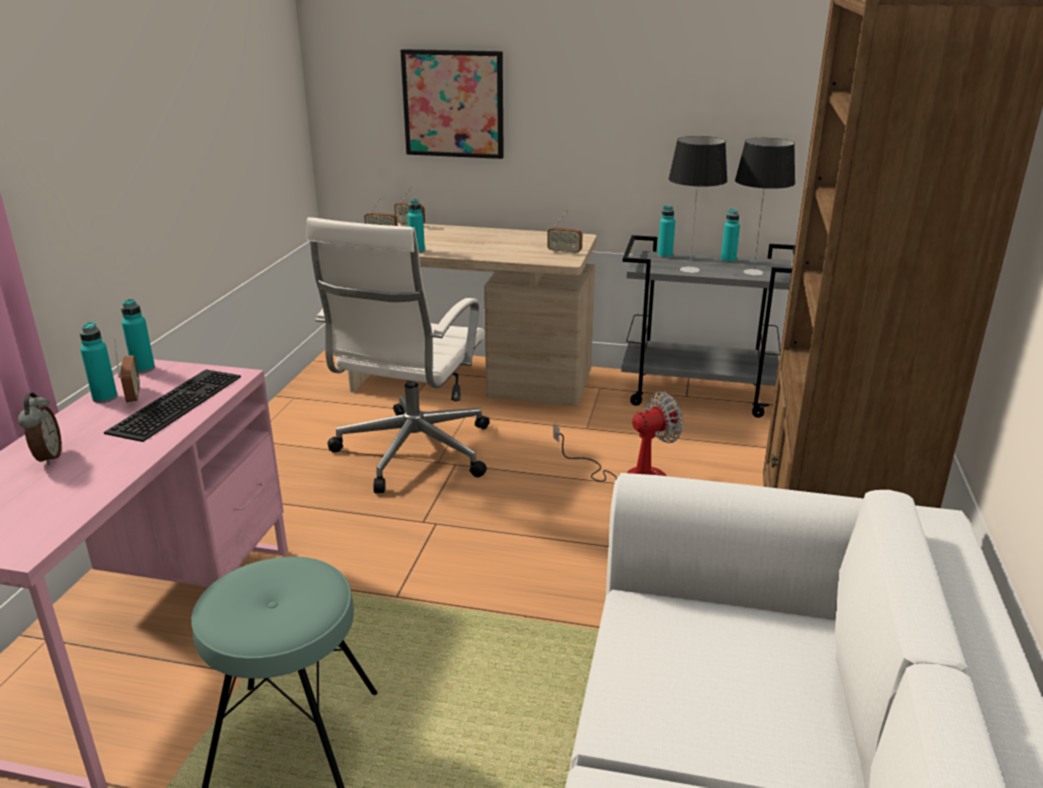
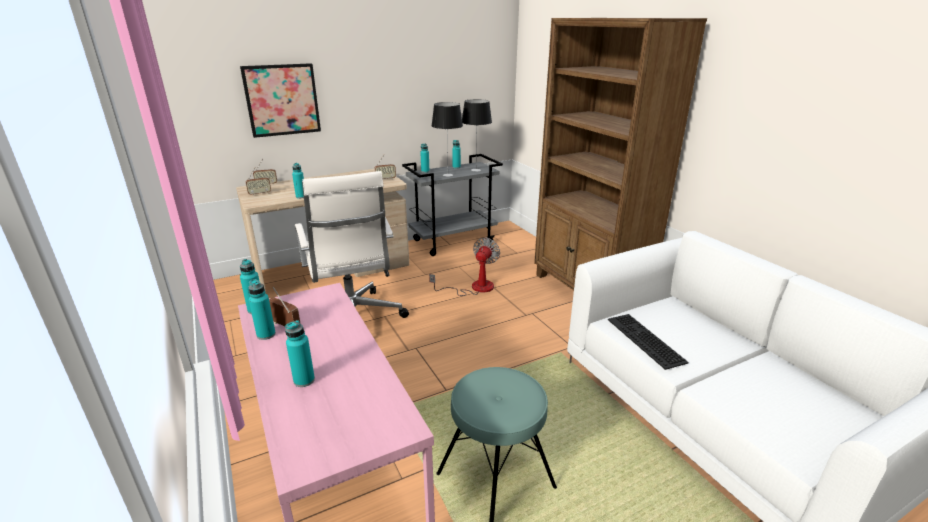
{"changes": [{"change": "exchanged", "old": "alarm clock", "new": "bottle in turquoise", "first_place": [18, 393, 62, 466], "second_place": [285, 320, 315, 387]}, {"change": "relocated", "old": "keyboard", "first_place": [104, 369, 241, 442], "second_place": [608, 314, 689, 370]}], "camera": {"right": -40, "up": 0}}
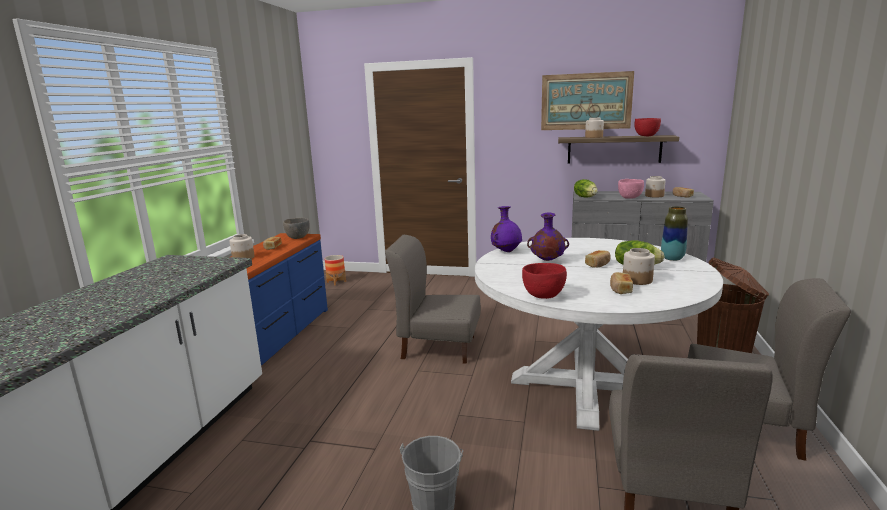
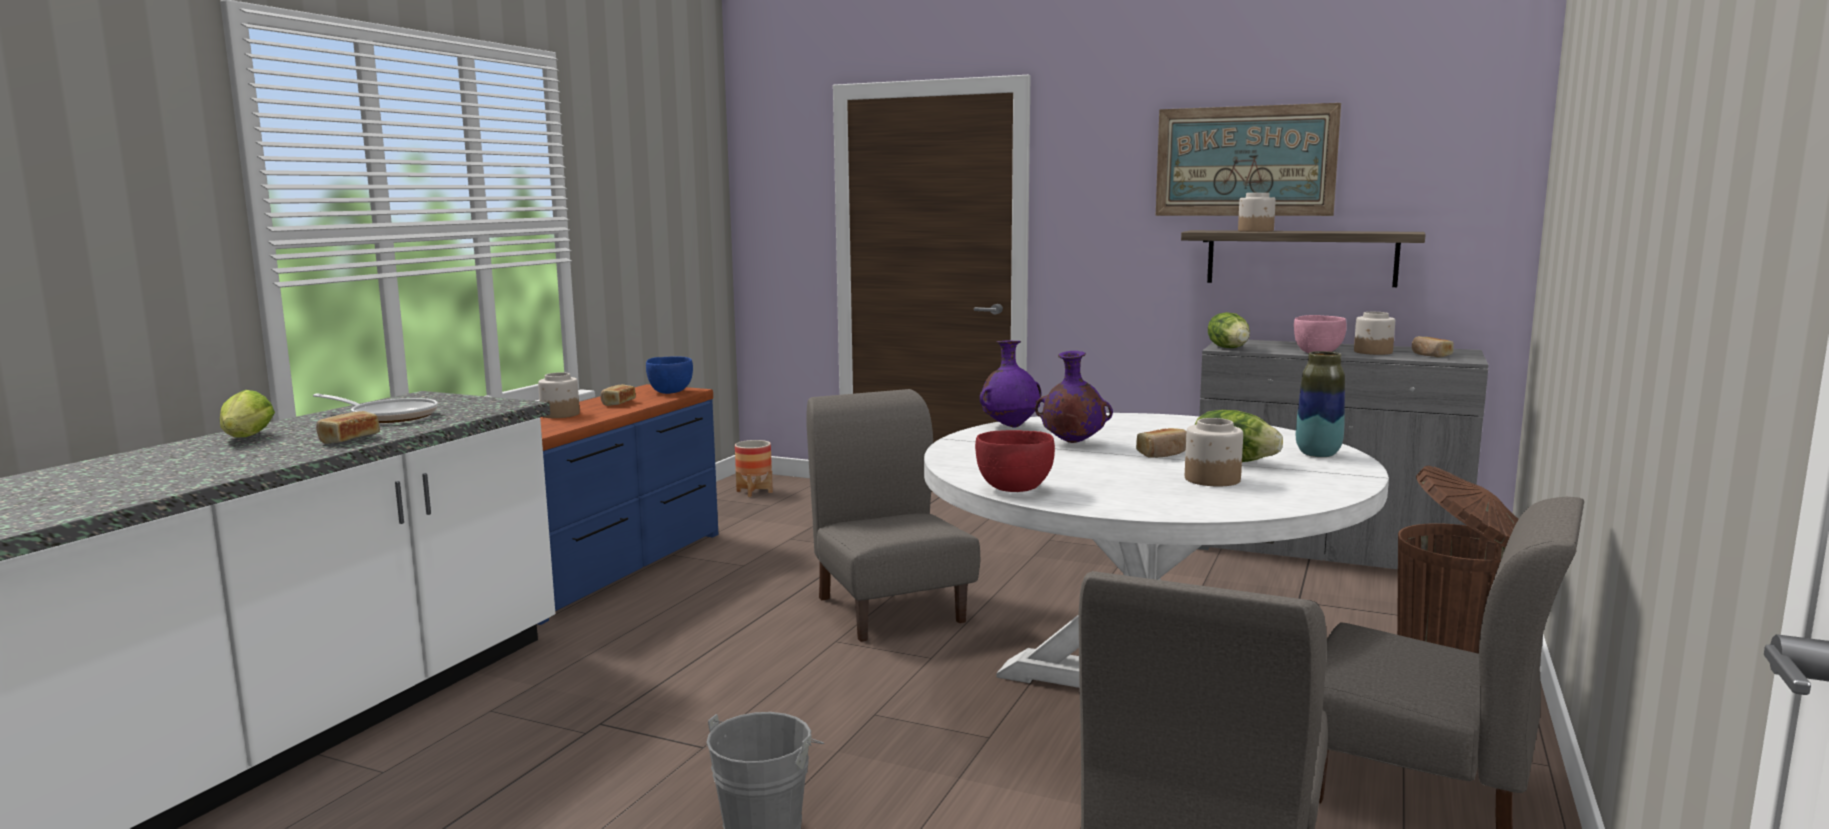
{"changes": [{"change": "colour", "old": "bowl in grey", "new": "bowl in blue", "first_place": [283, 218, 310, 239], "second_place": [646, 357, 693, 394]}, {"change": "spun", "old": "chair in grey", "first_place": [385, 235, 481, 364], "second_place": [807, 389, 981, 642], "degrees": 45}, {"change": "relocated", "old": "bread", "first_place": [610, 272, 633, 294], "second_place": [316, 411, 380, 444]}, {"change": "missing", "old": "bowl in red", "first_place": [634, 118, 661, 136]}, {"change": "appeared", "new": "lettuce", "second_place": [220, 390, 275, 437]}, {"change": "appeared", "new": "frying pan", "second_place": [313, 393, 438, 423]}], "camera": {"right": 10, "up": -5}}
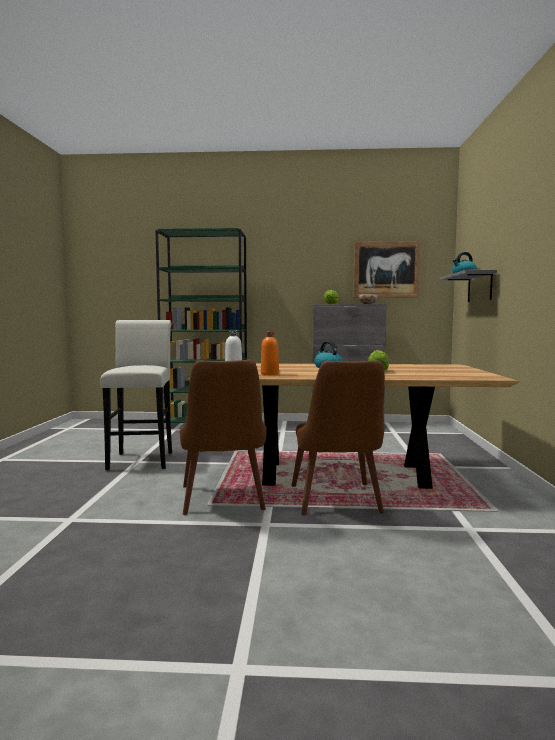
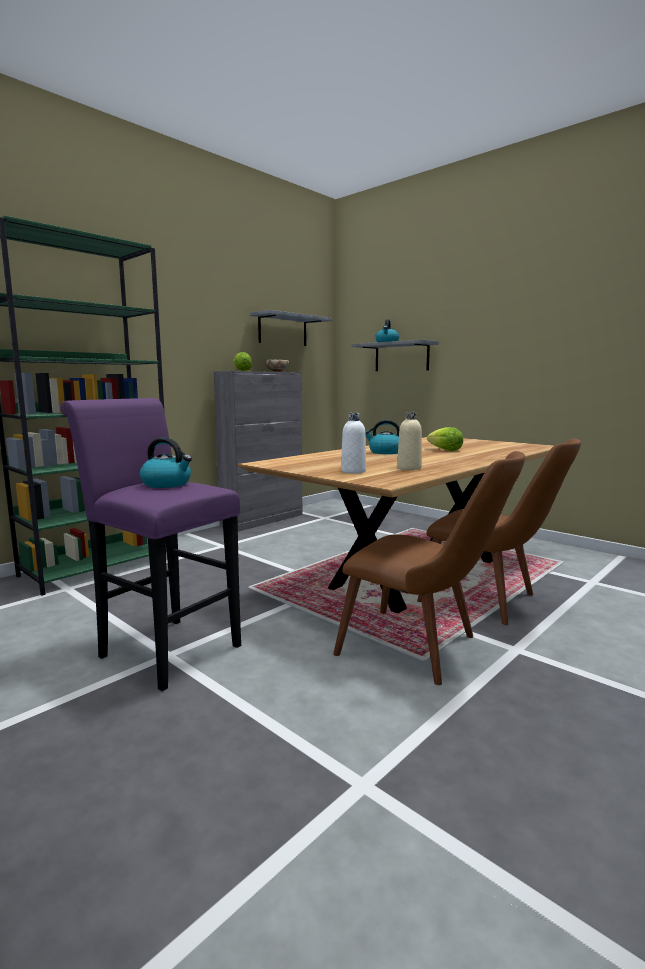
{"changes": [{"change": "colour", "old": "stool in white", "new": "stool in purple", "first_place": [100, 320, 172, 470], "second_place": [60, 398, 241, 691]}, {"change": "colour", "old": "bottle in orange", "new": "bottle in beige", "first_place": [261, 331, 279, 375], "second_place": [397, 412, 422, 470]}, {"change": "exchanged", "old": "picture", "new": "shelf in grey", "first_place": [353, 241, 421, 298], "second_place": [250, 310, 332, 346]}, {"change": "appeared", "new": "kettle", "second_place": [140, 438, 192, 488]}], "camera": {"right": -50, "up": 5}}
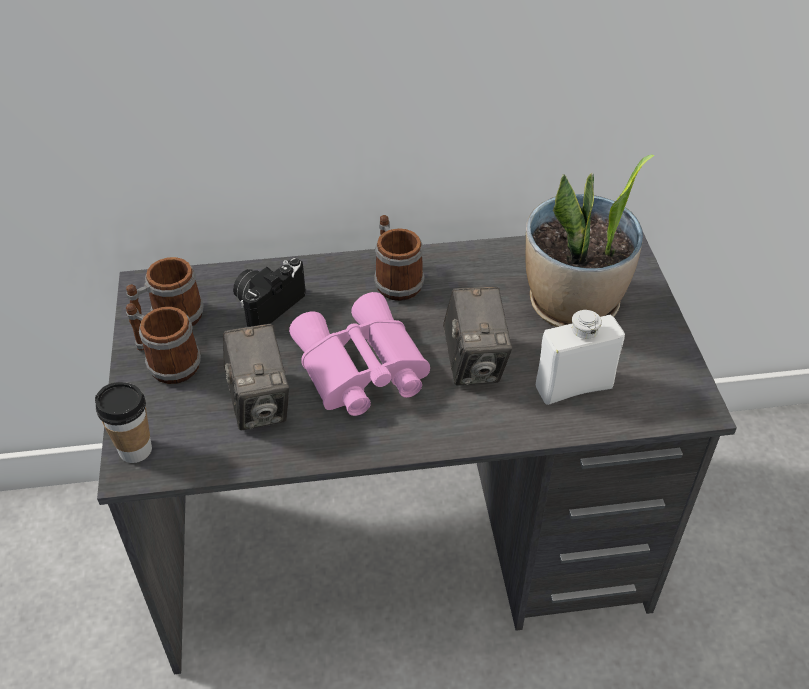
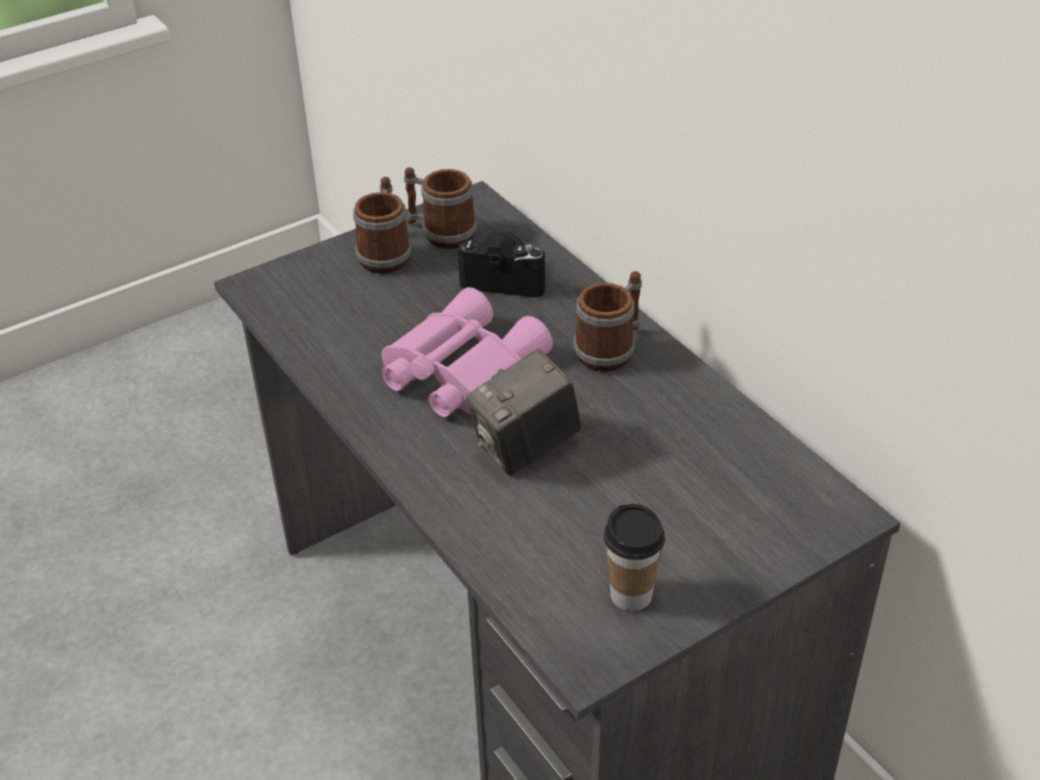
{"changes": [{"change": "relocated", "old": "cup", "first_place": [95, 382, 152, 463], "second_place": [604, 504, 665, 611]}, {"change": "missing", "old": "photo camera", "first_place": [223, 324, 289, 430]}, {"change": "missing", "old": "potted plant", "first_place": [525, 154, 655, 327]}, {"change": "missing", "old": "bottle in white", "first_place": [536, 310, 625, 405]}], "camera": {"right": 65, "up": -5}}
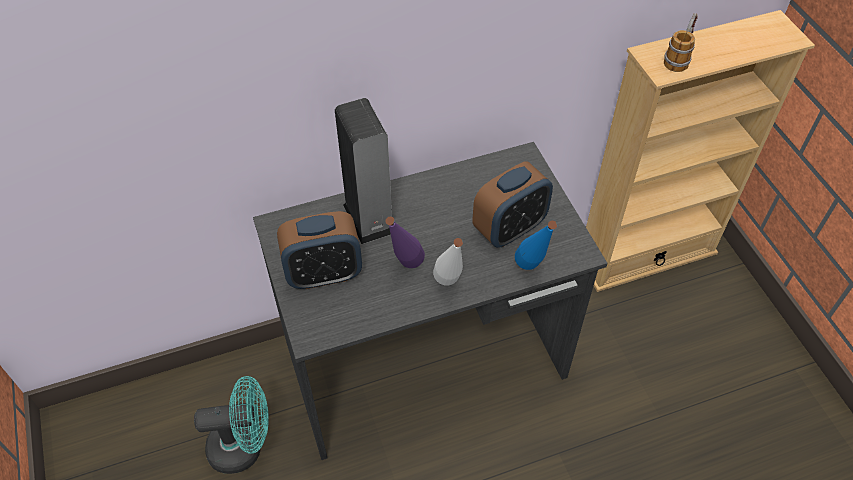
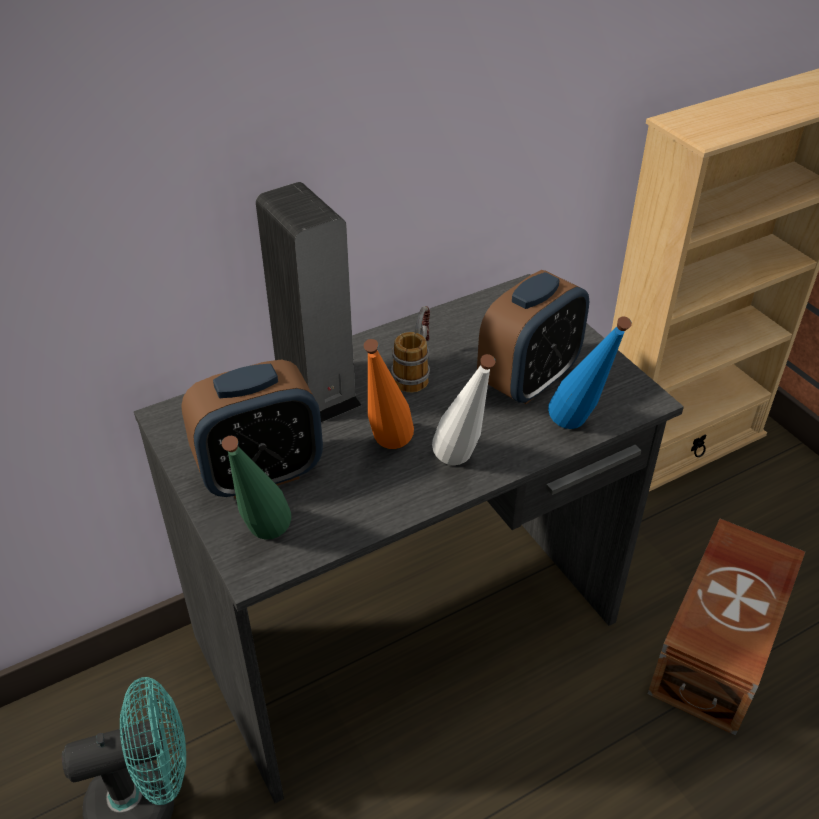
{"changes": [{"change": "colour", "old": "bottle in purple", "new": "bottle in orange", "first_place": [386, 217, 425, 268], "second_place": [364, 339, 414, 449]}, {"change": "relocated", "old": "mug", "first_place": [664, 13, 698, 72], "second_place": [391, 306, 430, 393]}, {"change": "appeared", "new": "bottle in green", "second_place": [222, 436, 291, 540]}, {"change": "appeared", "new": "storage box in brown", "second_place": [648, 519, 805, 736]}], "camera": {"right": -10, "up": -10}}
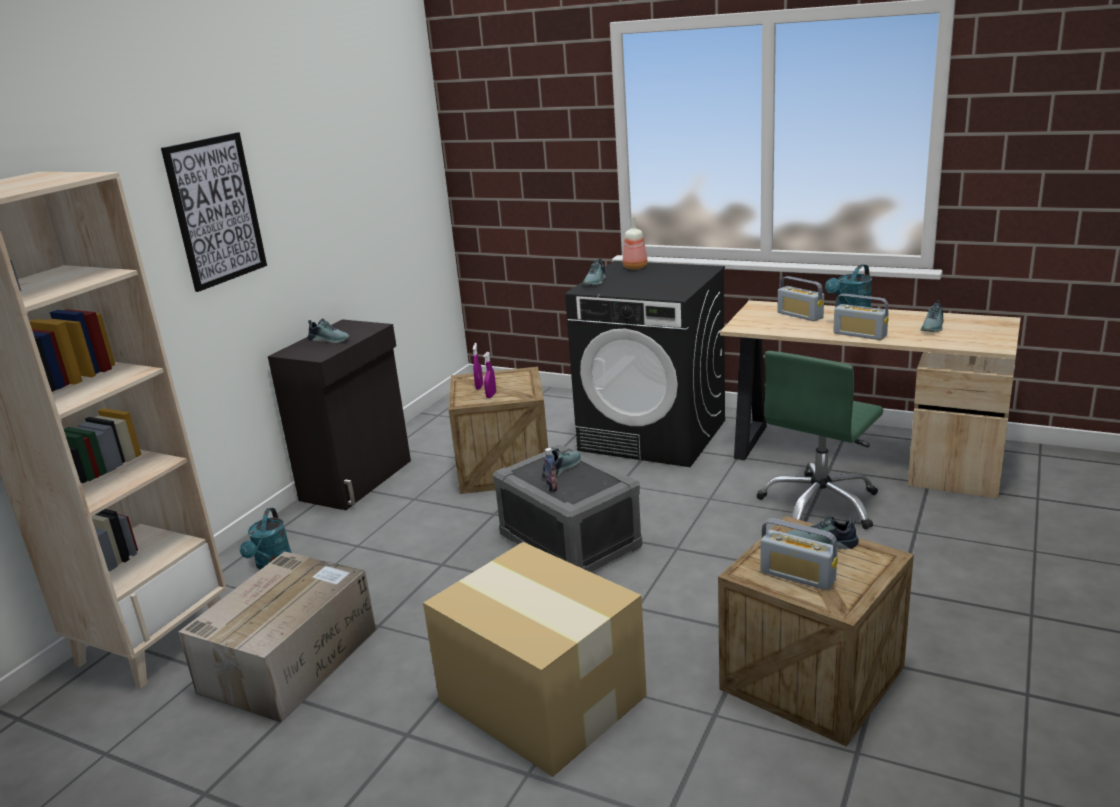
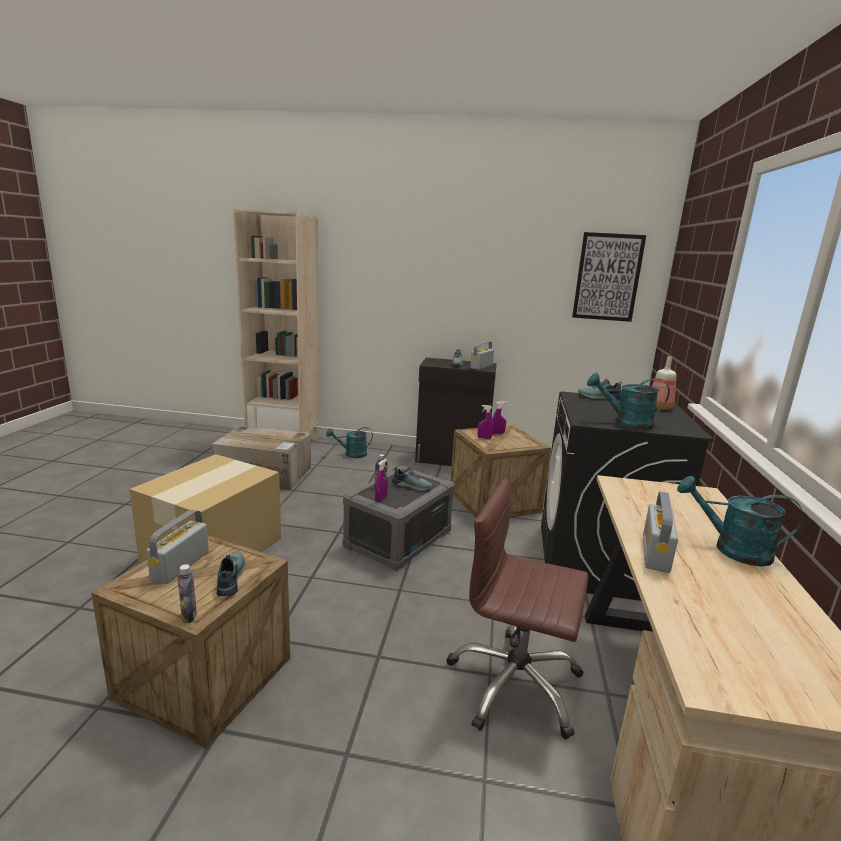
{"changes": [{"change": "relocated", "old": "picture", "first_place": [161, 132, 267, 292], "second_place": [572, 232, 646, 322]}, {"change": "colour", "old": "office chair in green", "new": "office chair in brown", "first_place": [757, 351, 883, 530], "second_place": [447, 479, 589, 739]}, {"change": "relocated", "old": "radio", "first_place": [778, 276, 824, 321], "second_place": [470, 341, 494, 370]}, {"change": "missing", "old": "shoe", "first_place": [920, 300, 944, 332]}, {"change": "appeared", "new": "bottle", "second_place": [178, 564, 197, 623]}, {"change": "appeared", "new": "spray bottle in purple", "second_place": [375, 459, 388, 502]}, {"change": "appeared", "new": "watering can in turquoise", "second_place": [587, 373, 670, 430]}], "camera": {"right": 70, "up": -5}}
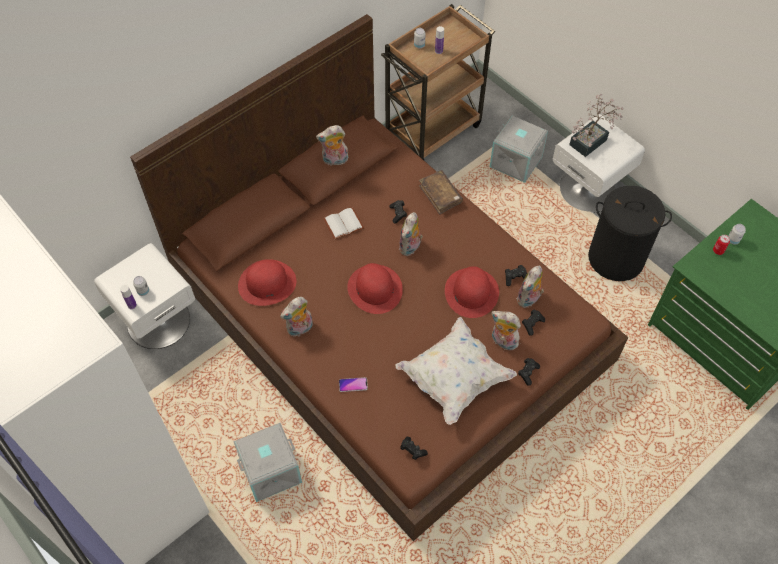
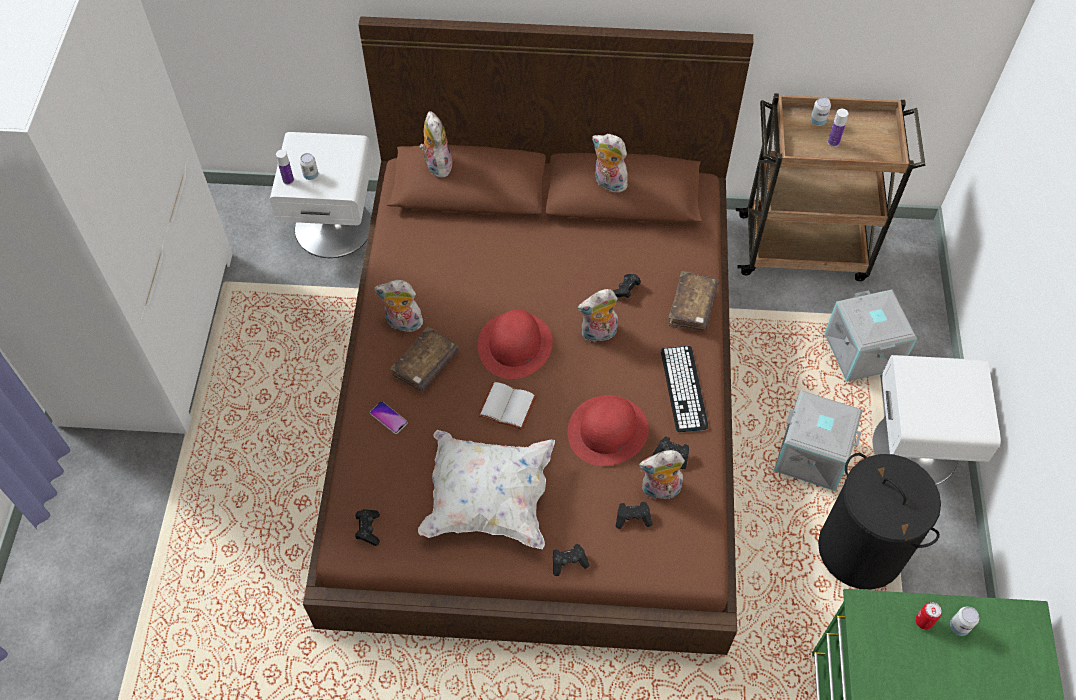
{"changes": [{"change": "relocated", "old": "storage box in grey", "first_place": [233, 423, 302, 502], "second_place": [774, 390, 863, 491]}, {"change": "missing", "old": "hat in red", "first_place": [238, 259, 296, 306]}, {"change": "relocated", "old": "book in white", "first_place": [323, 207, 364, 240], "second_place": [478, 381, 537, 430]}, {"change": "relocated", "old": "plush toy", "first_place": [492, 311, 521, 350], "second_place": [419, 111, 452, 178]}, {"change": "missing", "old": "potted plant", "first_place": [569, 94, 624, 157]}, {"change": "appeared", "new": "book in brown", "second_place": [390, 327, 459, 392]}, {"change": "appeared", "new": "keyboard", "second_place": [661, 346, 708, 432]}], "camera": {"right": 45, "up": 0}}
